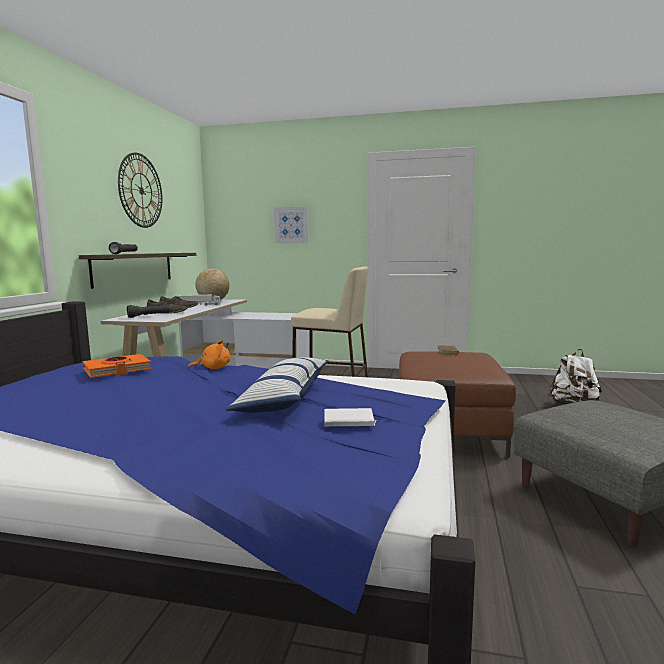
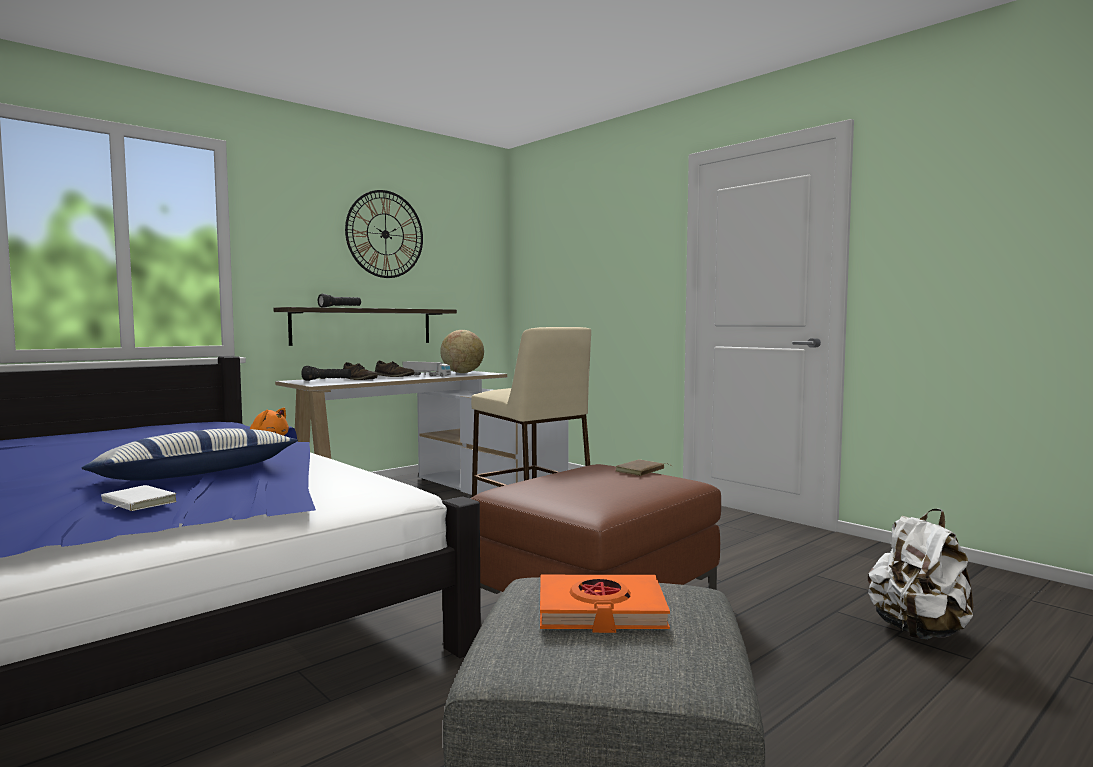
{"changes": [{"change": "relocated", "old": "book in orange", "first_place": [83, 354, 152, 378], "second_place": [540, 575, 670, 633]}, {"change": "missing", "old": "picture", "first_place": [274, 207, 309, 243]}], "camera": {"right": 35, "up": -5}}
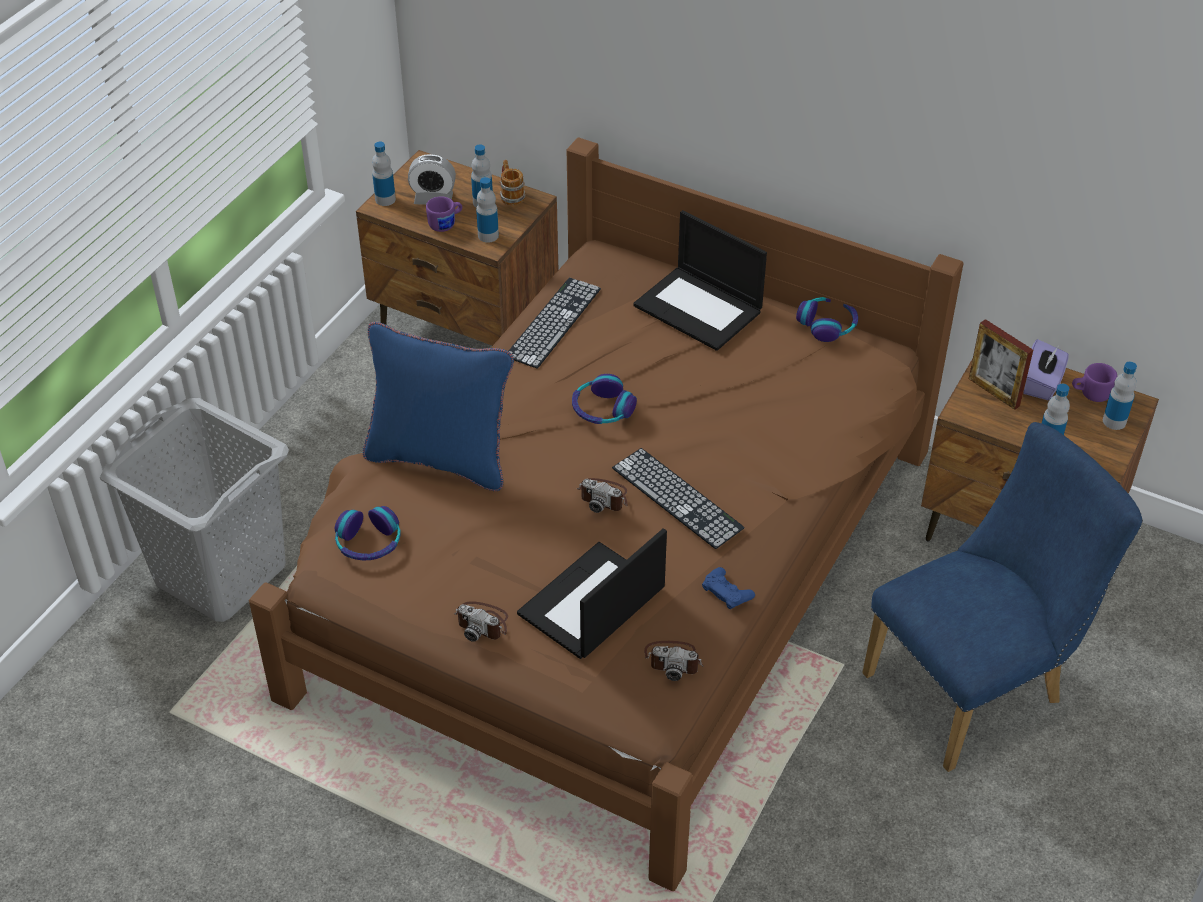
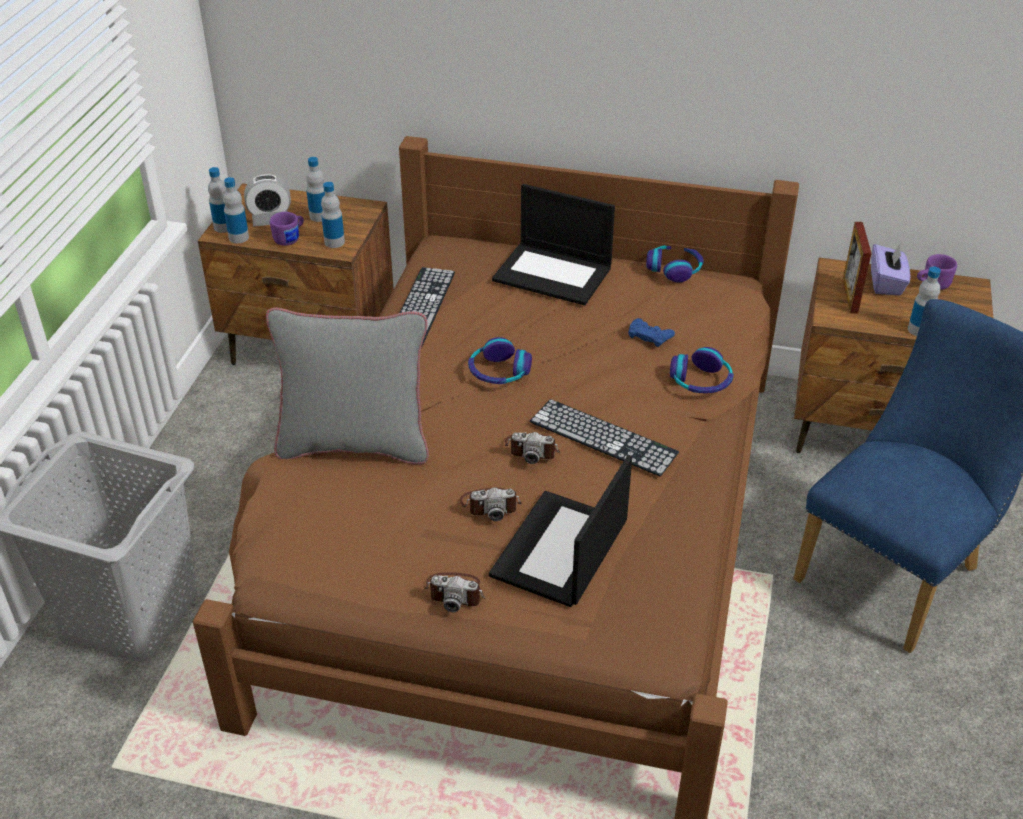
{"changes": [{"change": "relocated", "old": "headphones", "first_place": [335, 506, 401, 561], "second_place": [670, 347, 734, 393]}, {"change": "colour", "old": "pillow in blue", "new": "pillow in grey", "first_place": [363, 322, 514, 491], "second_place": [266, 307, 429, 464]}, {"change": "missing", "old": "mug", "first_place": [500, 160, 526, 205]}, {"change": "relocated", "old": "photo camera", "first_place": [644, 641, 704, 681], "second_place": [460, 487, 521, 521]}, {"change": "relocated", "old": "game controller in blue", "first_place": [702, 567, 755, 609], "second_place": [628, 318, 675, 347]}, {"change": "spun", "old": "picture frame", "first_place": [969, 319, 1033, 410], "second_place": [843, 222, 872, 314], "degrees": 60}, {"change": "relocated", "old": "bottle", "first_place": [1103, 361, 1137, 430], "second_place": [223, 177, 249, 243]}], "camera": {"right": -15, "up": -5}}
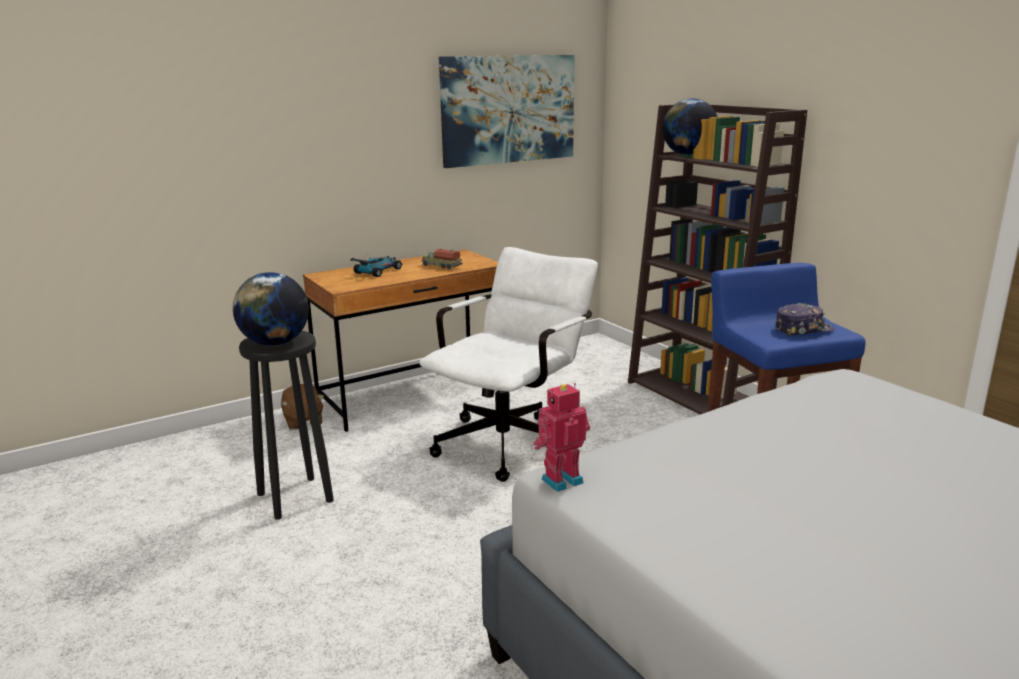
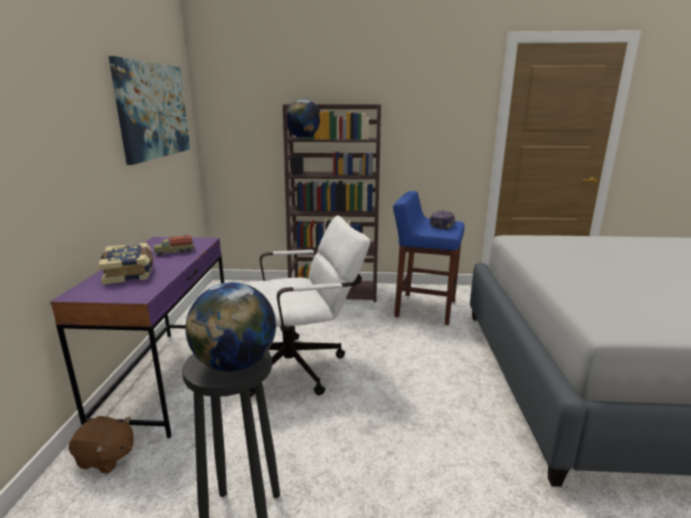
{"changes": [{"change": "colour", "old": "desk in brown", "new": "desk in purple", "first_place": [303, 249, 498, 432], "second_place": [50, 237, 224, 438]}, {"change": "exchanged", "old": "toy car", "new": "book", "first_place": [351, 254, 403, 277], "second_place": [98, 243, 153, 285]}, {"change": "spun", "old": "office chair in white", "first_place": [419, 247, 598, 482], "second_place": [243, 216, 370, 397], "degrees": 90}, {"change": "missing", "old": "toy robot", "first_place": [533, 383, 590, 492]}], "camera": {"right": -55, "up": 0}}
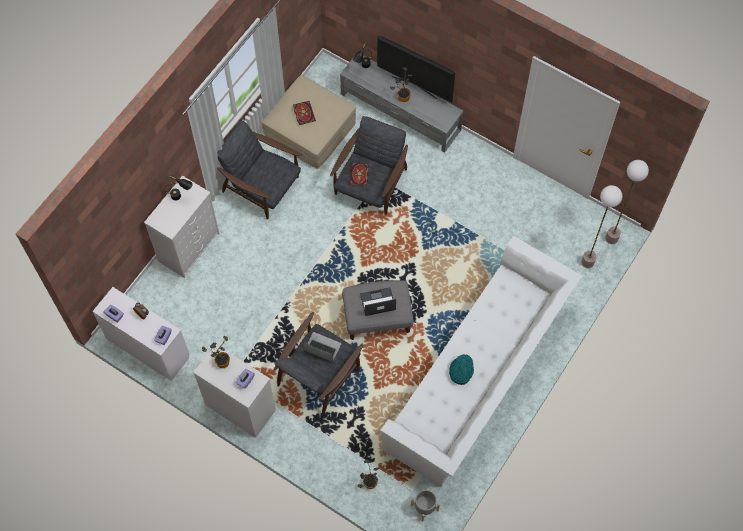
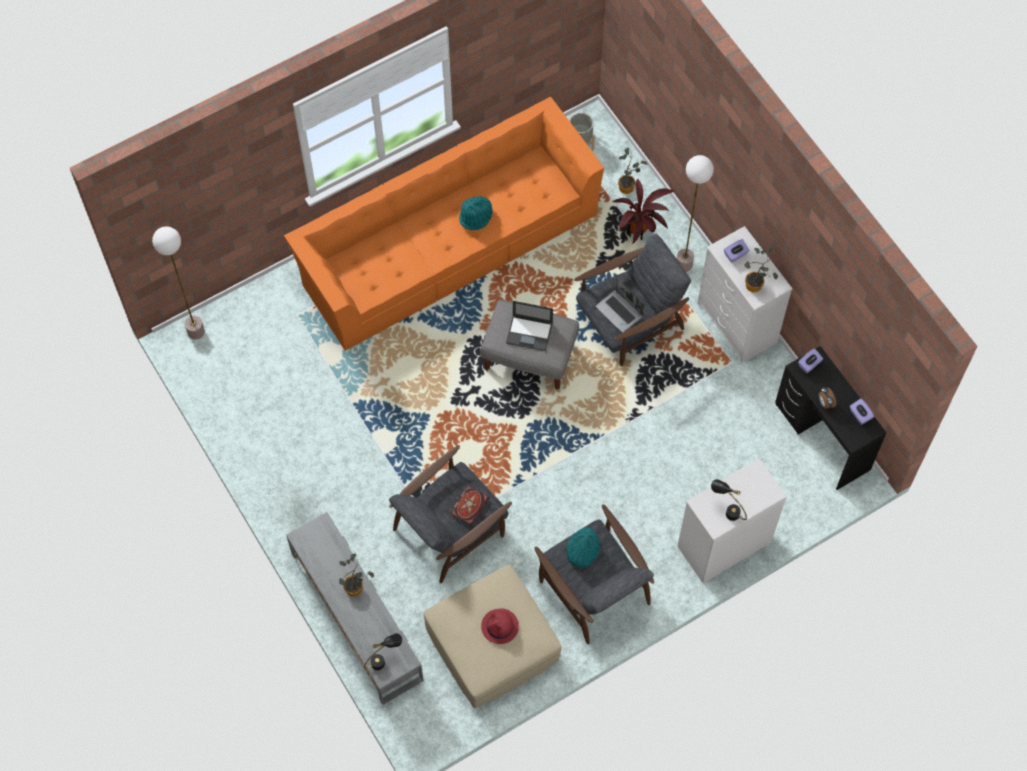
{"changes": [{"change": "colour", "old": "desk in white", "new": "desk in black", "first_place": [92, 287, 190, 381], "second_place": [775, 346, 886, 490]}, {"change": "exchanged", "old": "book", "new": "hat in red", "first_place": [293, 101, 316, 125], "second_place": [481, 608, 519, 644]}, {"change": "missing", "old": "television", "first_place": [377, 35, 455, 102]}, {"change": "colour", "old": "sofa in white", "new": "sofa in orange", "first_place": [380, 236, 582, 487], "second_place": [284, 96, 604, 351]}, {"change": "relocated", "old": "floor lamp", "first_place": [581, 185, 622, 268], "second_place": [677, 155, 714, 272]}, {"change": "appeared", "new": "hat in turquoise", "second_place": [566, 527, 600, 568]}, {"change": "appeared", "new": "potted plant", "second_place": [612, 179, 675, 244]}], "camera": {"right": -155, "up": 0}}
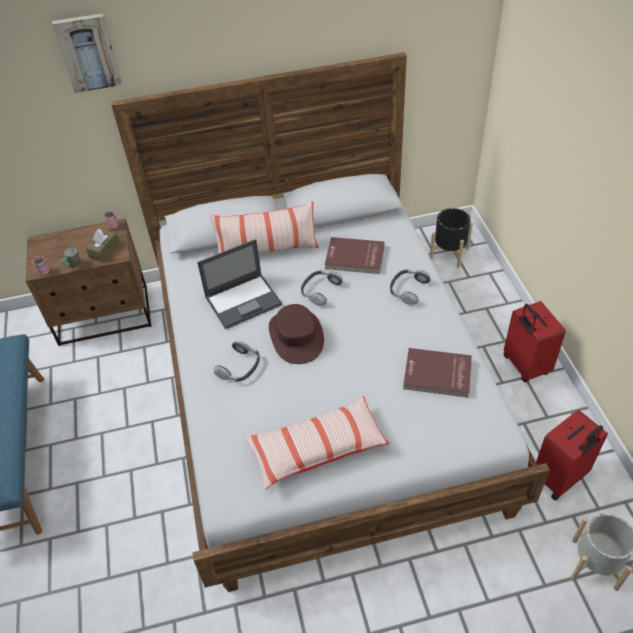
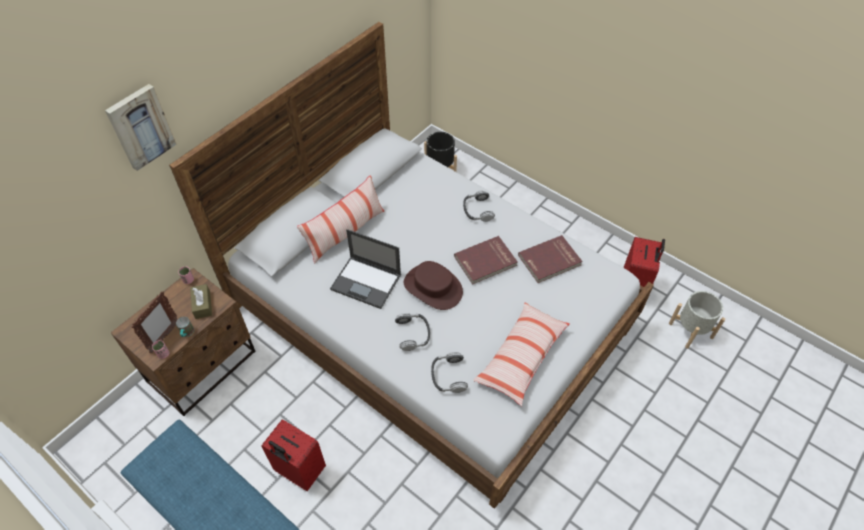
{"changes": [{"change": "spun", "old": "laptop", "first_place": [197, 239, 282, 329], "second_place": [330, 229, 401, 309], "degrees": 90}, {"change": "relocated", "old": "headphones", "first_place": [301, 270, 343, 306], "second_place": [431, 352, 468, 393]}, {"change": "relocated", "old": "book in red", "first_place": [325, 237, 385, 274], "second_place": [454, 236, 518, 284]}, {"change": "relocated", "old": "suitcase in red", "first_place": [503, 301, 566, 382], "second_place": [261, 419, 326, 491]}, {"change": "appeared", "new": "picture frame", "second_place": [131, 292, 177, 354]}], "camera": {"right": -40, "up": 5}}
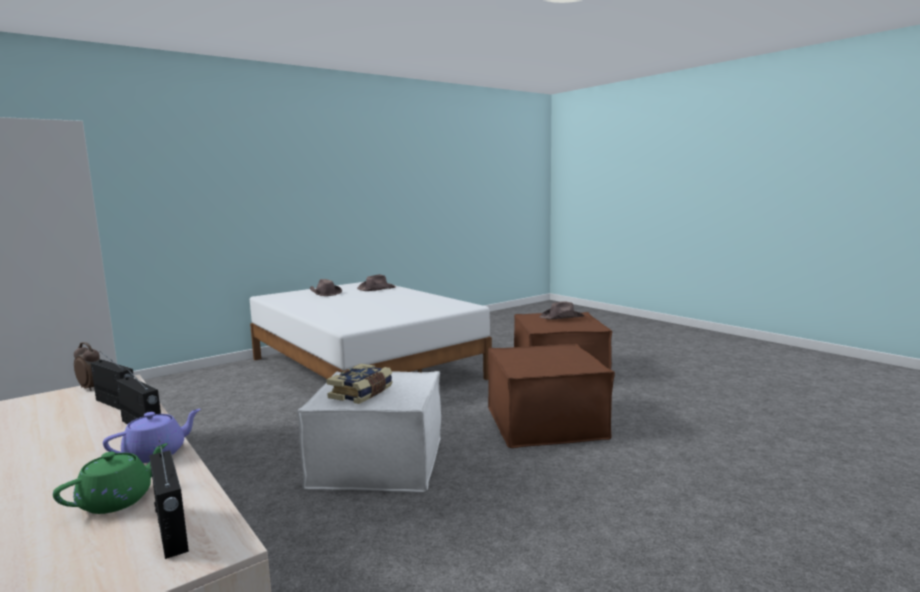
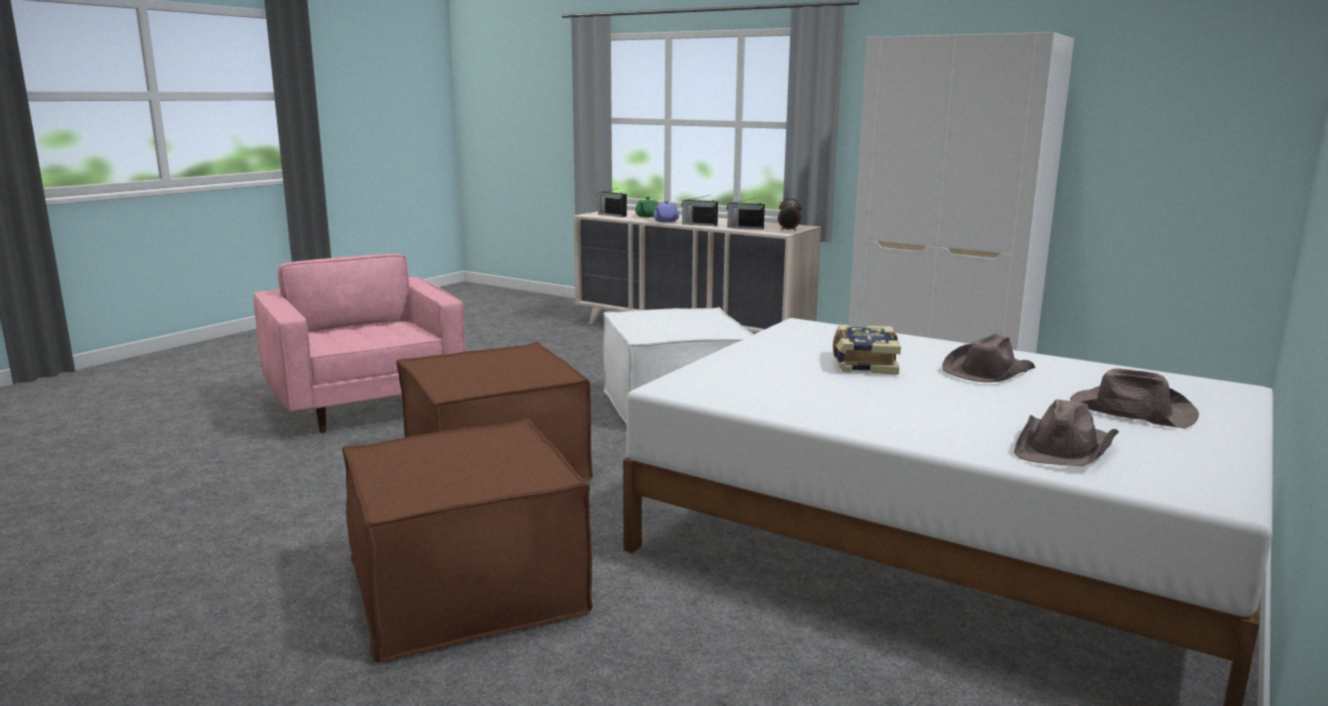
{"changes": [{"change": "relocated", "old": "book", "first_place": [327, 364, 393, 404], "second_place": [833, 324, 901, 374]}, {"change": "relocated", "old": "hat in brown", "first_place": [540, 301, 584, 319], "second_place": [942, 334, 1035, 382]}, {"change": "appeared", "new": "armchair in pink", "second_place": [253, 254, 465, 433]}], "camera": {"right": 160, "up": 5}}
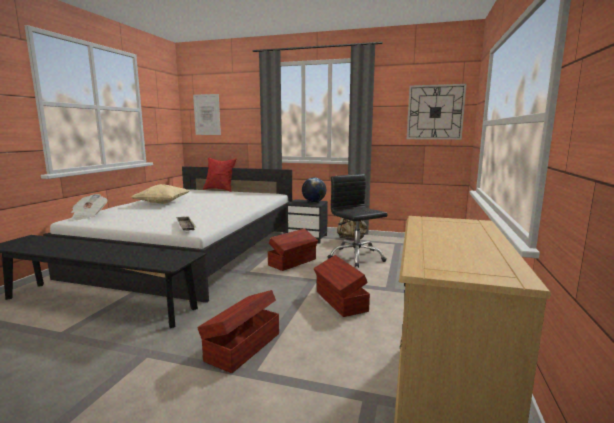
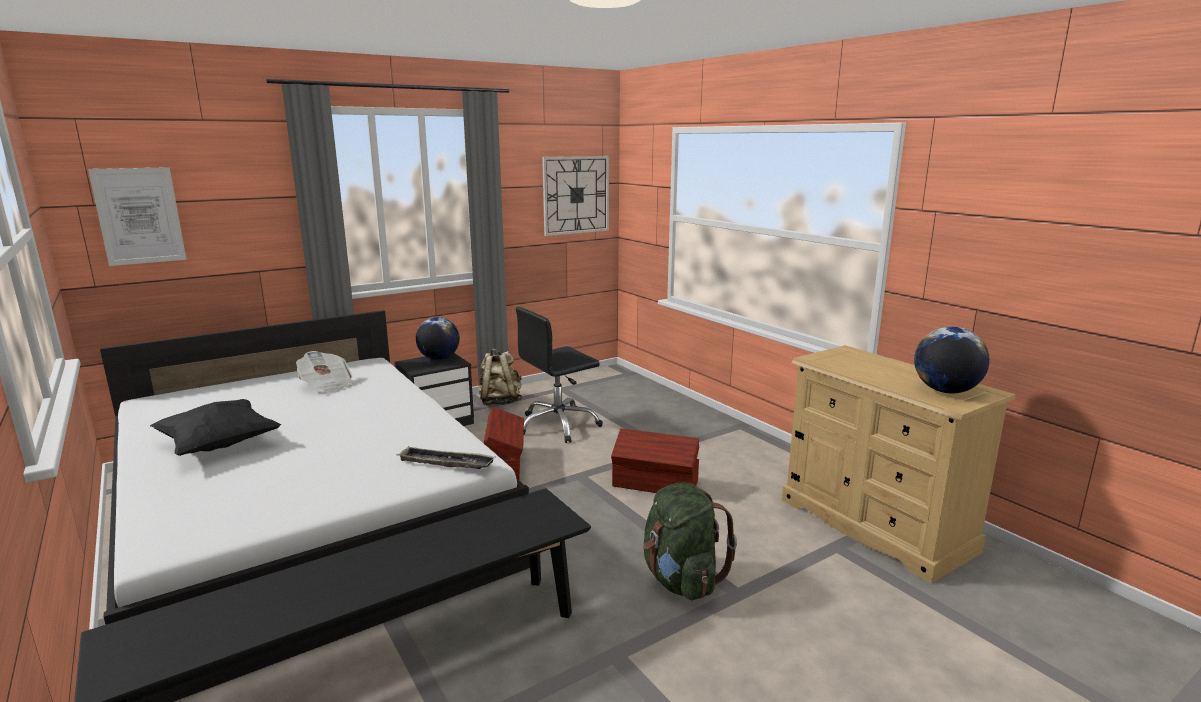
{"changes": [{"change": "relocated", "old": "newspaper", "first_place": [71, 194, 108, 220], "second_place": [296, 351, 354, 394]}, {"change": "colour", "old": "pillow in beige", "new": "pillow in black", "first_place": [131, 184, 189, 204], "second_place": [150, 399, 281, 456]}, {"change": "exchanged", "old": "storage box in brown", "new": "backpack in green", "first_place": [197, 290, 279, 373], "second_place": [643, 483, 737, 600]}, {"change": "missing", "old": "pillow in red", "first_place": [203, 158, 237, 192]}, {"change": "spun", "old": "office chair in black", "first_place": [327, 174, 388, 268], "second_place": [516, 307, 603, 443], "degrees": -45}, {"change": "appeared", "new": "globe", "second_place": [914, 327, 990, 393]}], "camera": {"right": -50, "up": 5}}
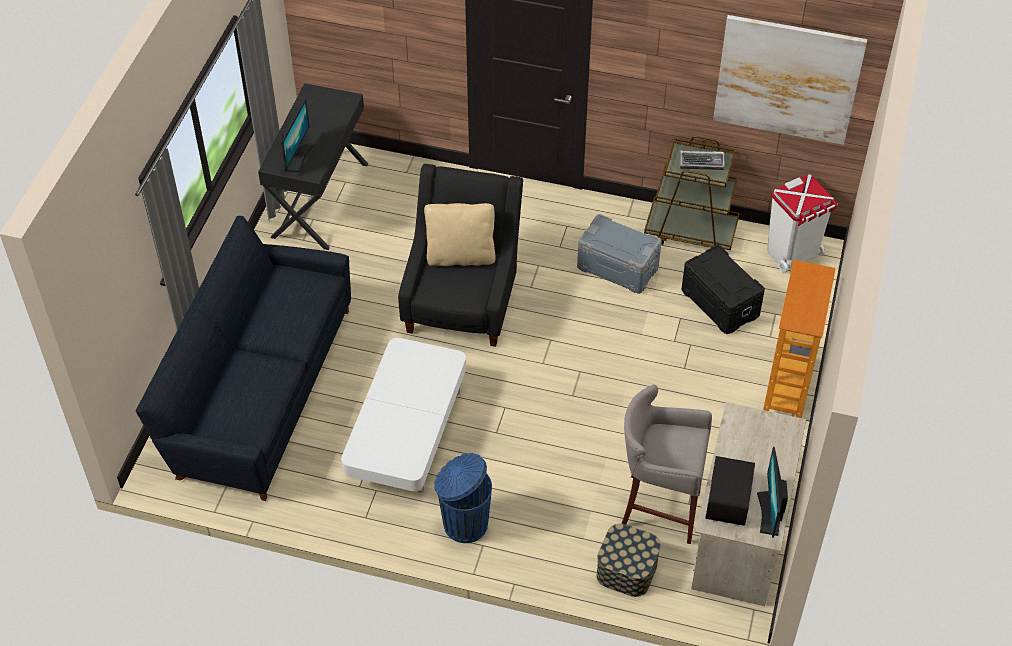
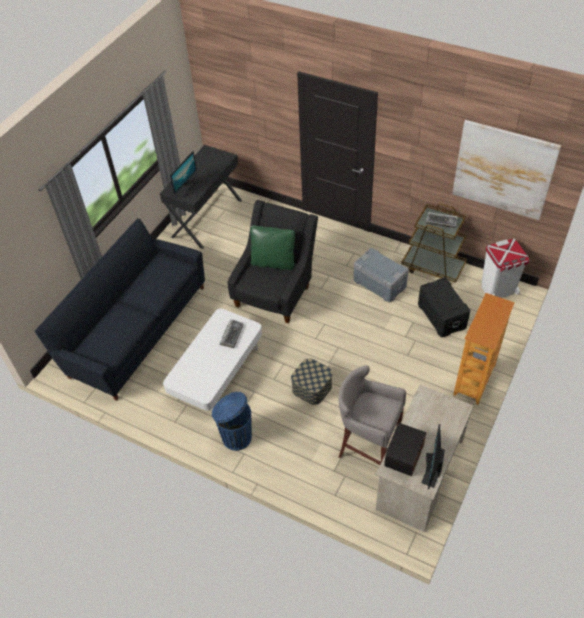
{"changes": [{"change": "colour", "old": "pillow in beige", "new": "pillow in green", "first_place": [424, 203, 495, 266], "second_place": [250, 225, 295, 270]}, {"change": "relocated", "old": "storage box", "first_place": [597, 524, 661, 597], "second_place": [291, 358, 332, 405]}, {"change": "appeared", "new": "keyboard", "second_place": [220, 319, 244, 348]}], "camera": {"right": 15, "up": 0}}
